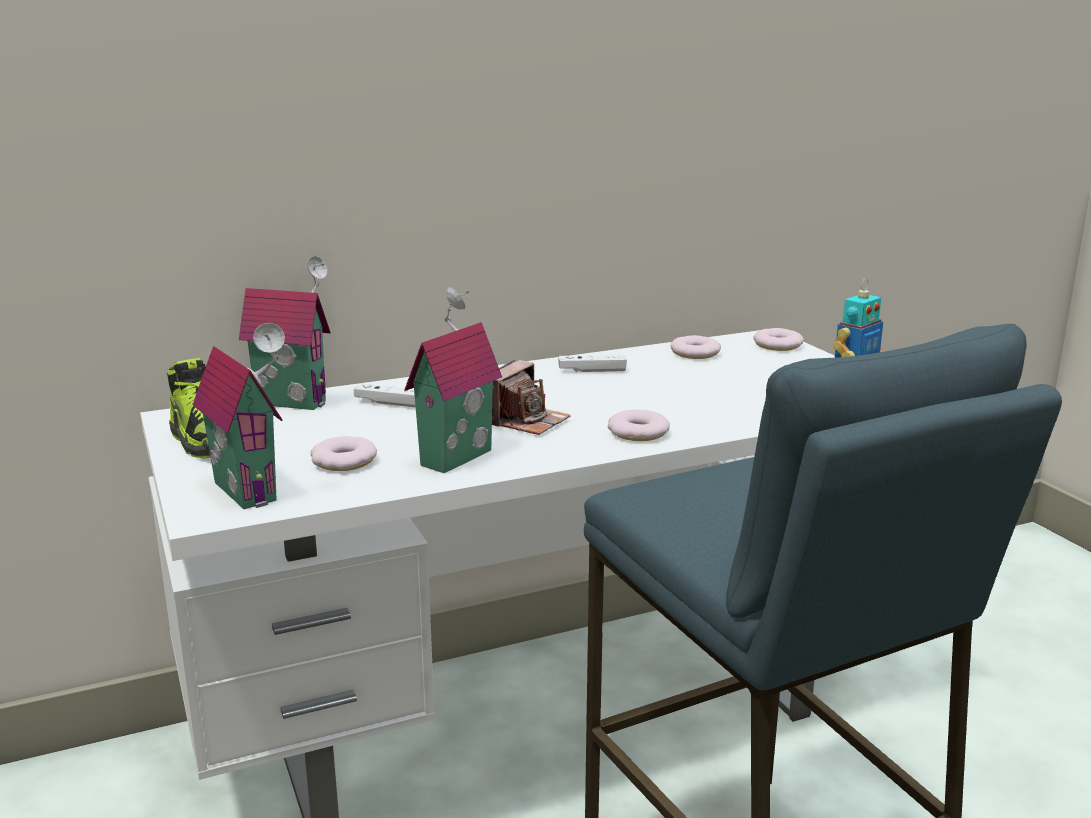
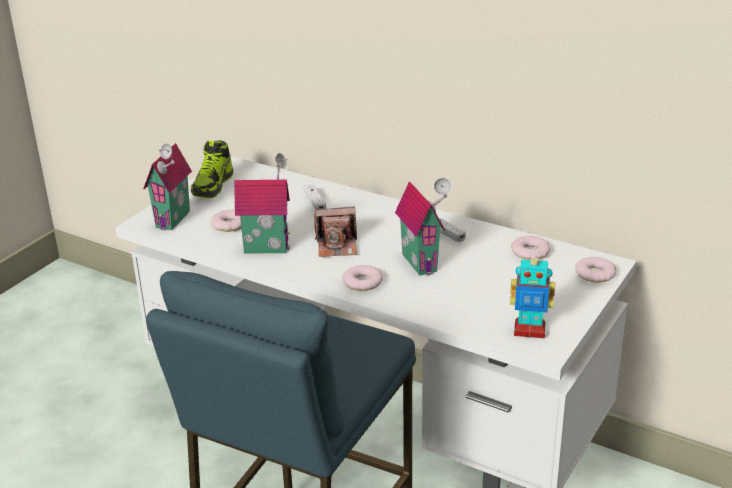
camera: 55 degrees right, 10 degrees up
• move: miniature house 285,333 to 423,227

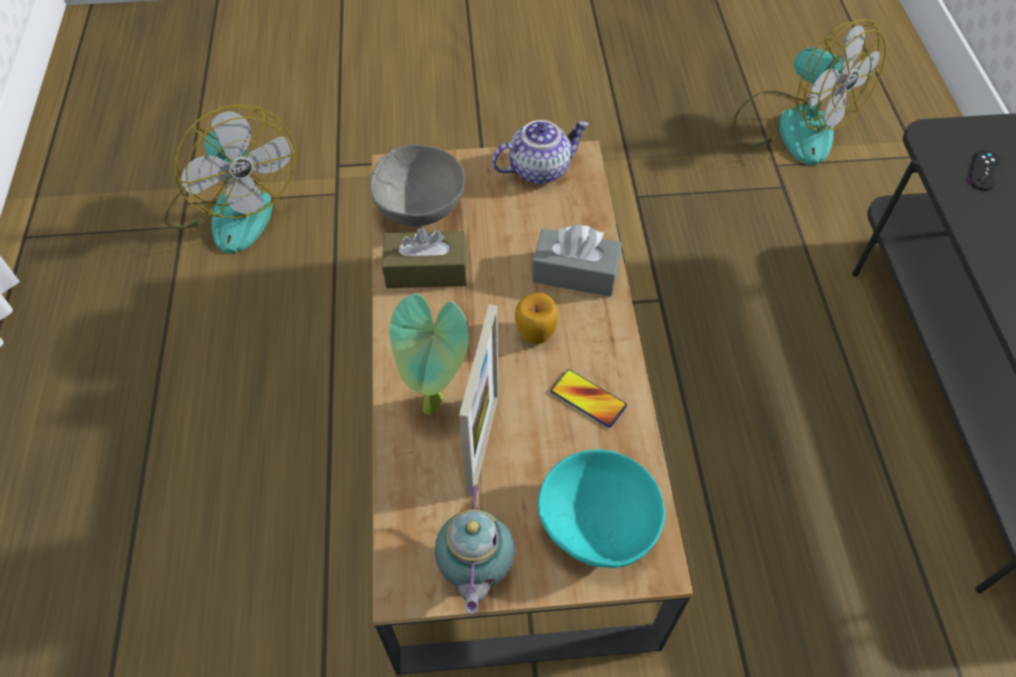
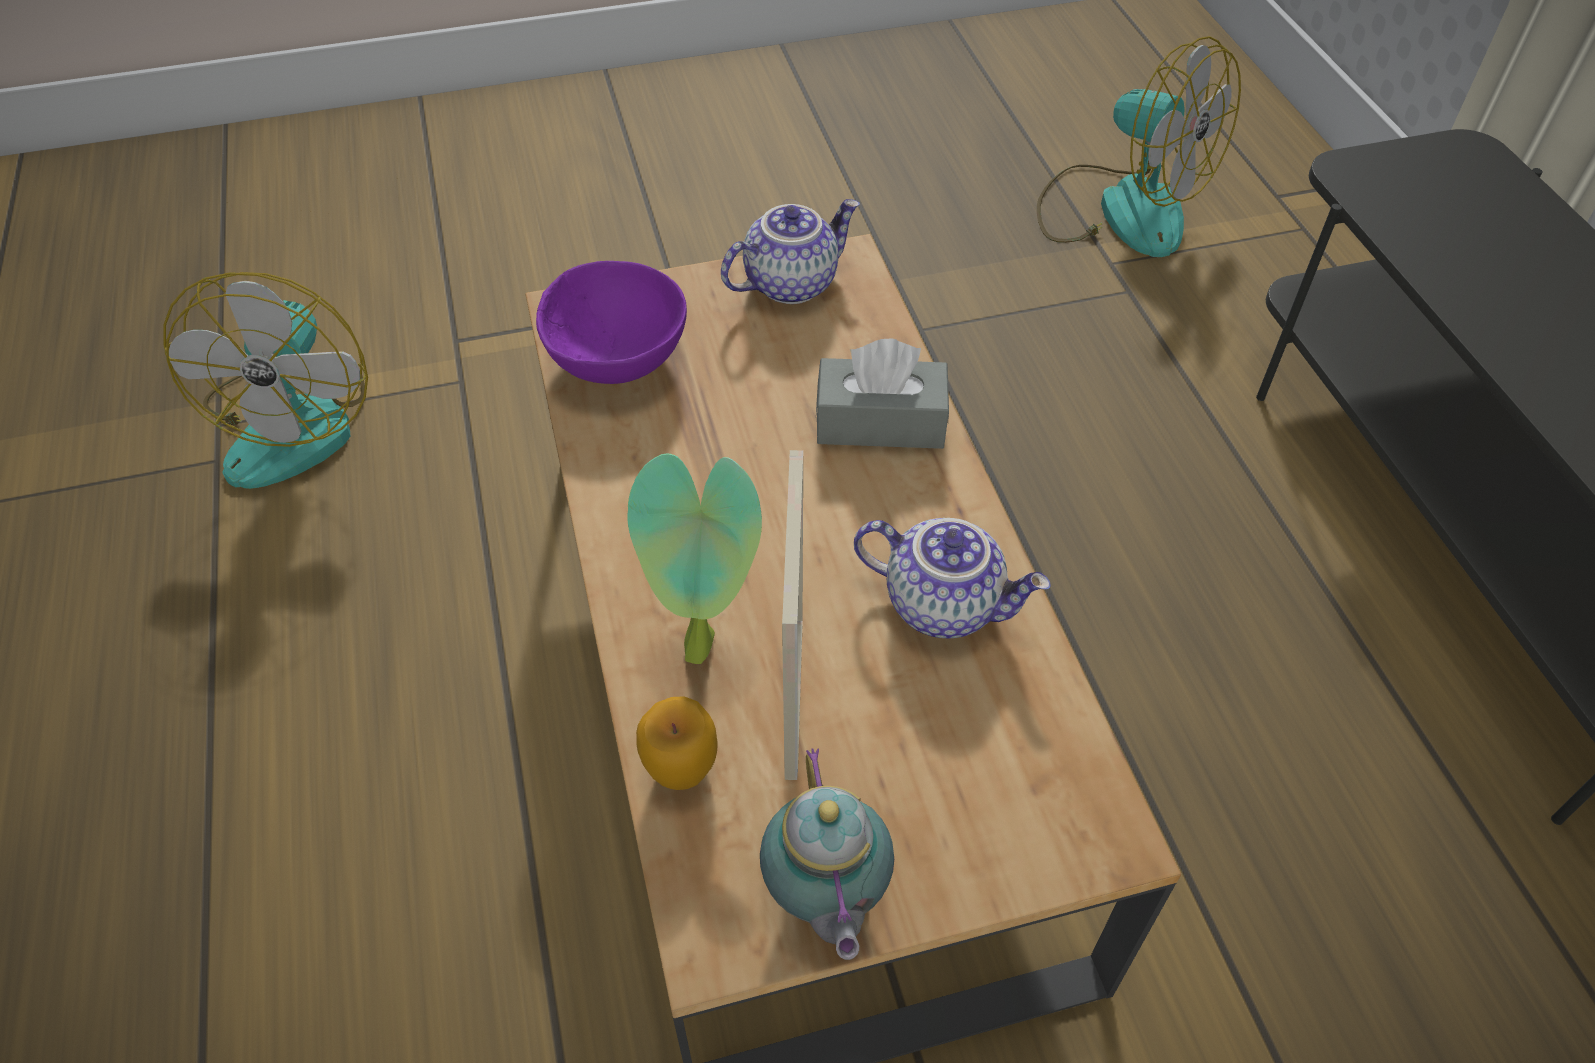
camera: 10 degrees left, 5 degrees down
• rotate: electric fan 229,179 = 265,380 45 degrees clockwise
• recolor: bowl (grey) 417,185 to bowl (purple-coloured) 611,322
• delete: tissue holder (brown) 424,257
• move: apple fruit 536,318 to 677,743
• delete: bowl (blue-green) 601,508
• replace: handset 589,398 to tea pot 952,578
• delete: game controller (black) 985,170

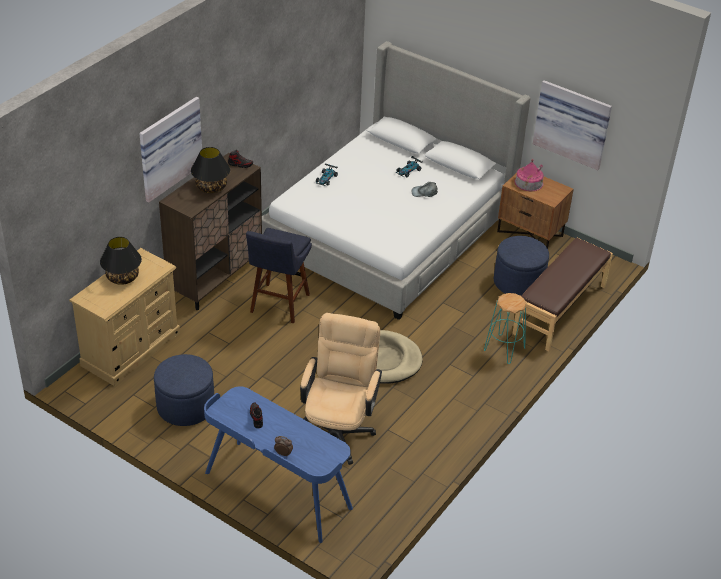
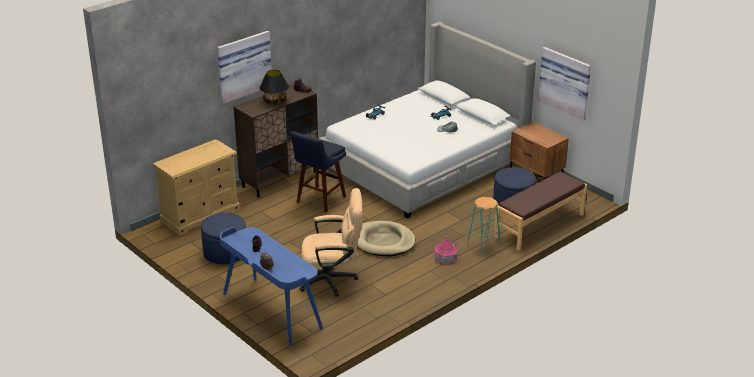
camera: 15 degrees right, 10 degrees down
• delete: tabletop lamp (black) 121,261
• rotate: computer chair (beige) 341,389 = 331,242 60 degrees clockwise
• move: miniature house 529,175 to 445,250

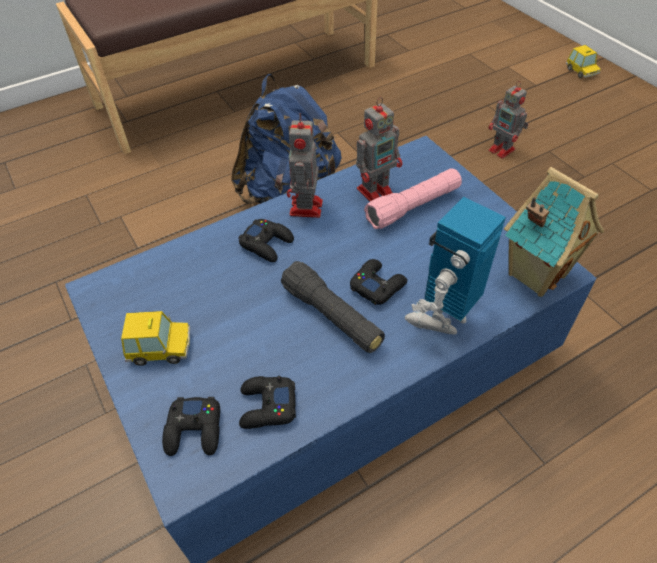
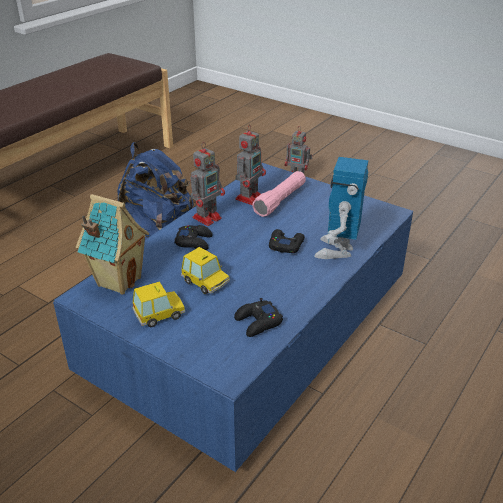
camera: 25 degrees left, 15 degrees down
• delete: game controller (black) 191,426
• delete: hand torch (black) 333,307
• rotate: robot figure 305,165 = 207,184 120 degrees counterclockwise
• move: miniature house 554,232 to 112,244
• move: miniature car 583,61 to 205,270

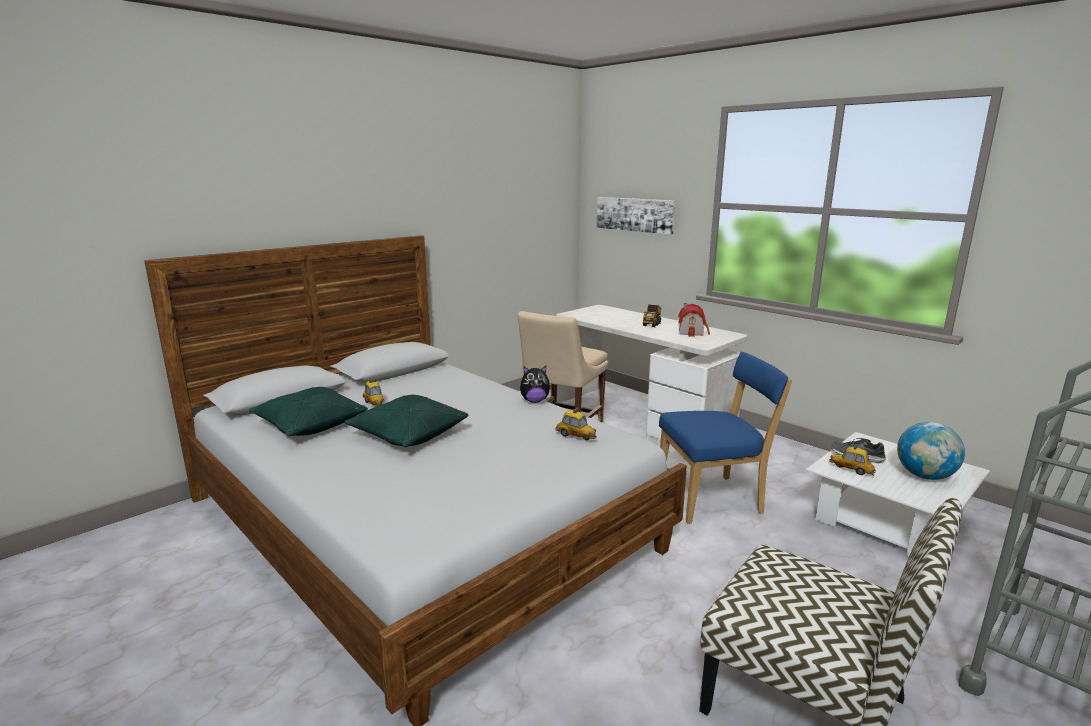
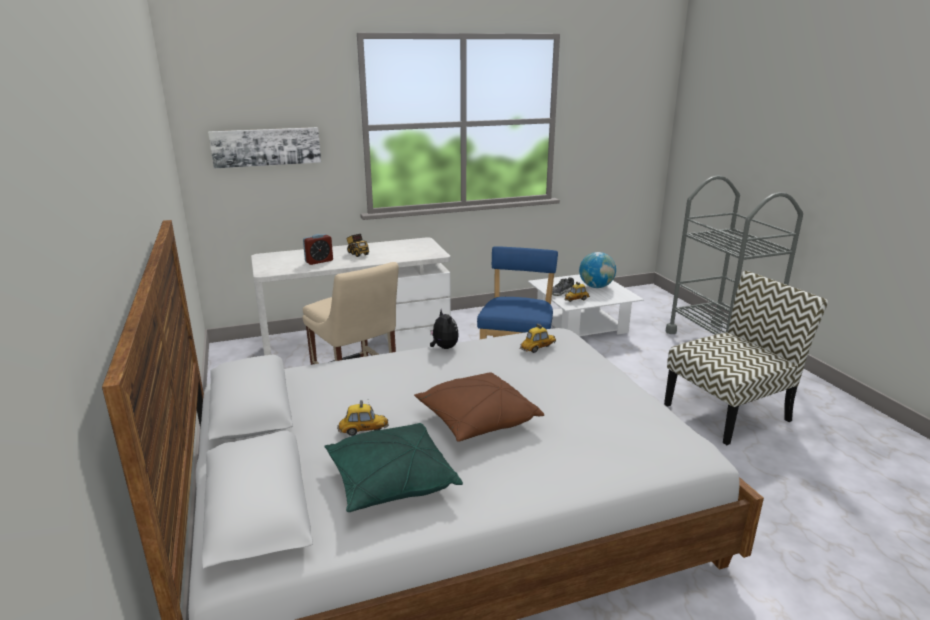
camera: 65 degrees left, 5 degrees up
• recolor: pillow (greenish) 406,421 to pillow (brown) 479,407
• rotate: plush toy 535,384 = 444,329 45 degrees counterclockwise
• delete: miniature house 694,320
• insert: bedside clock 318,249

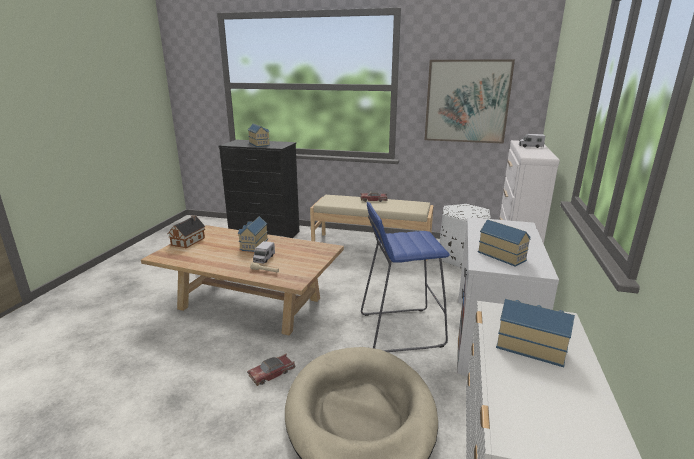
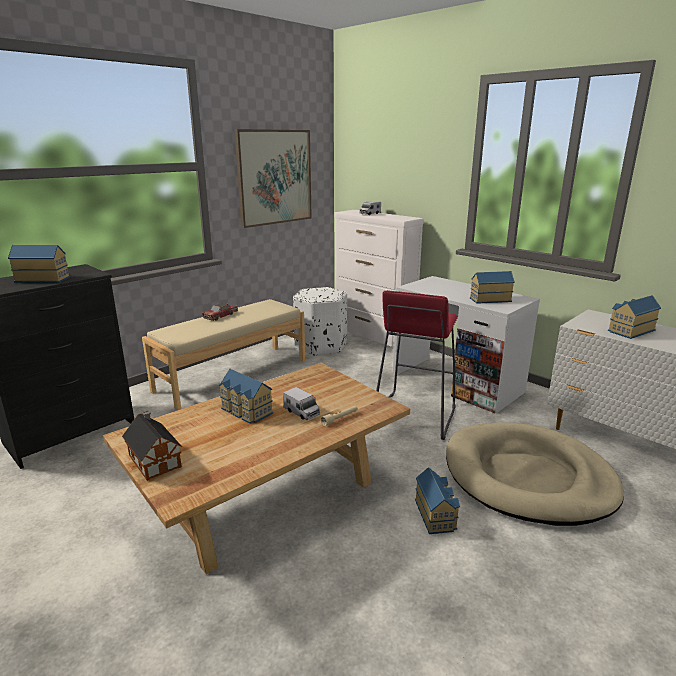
camera: 60 degrees left, 0 degrees up
• replace: miniature car 271,369 to miniature house 437,500
• recolor: stool seat (blue-coloured) 405,277 to stool seat (red-coloured) 417,365

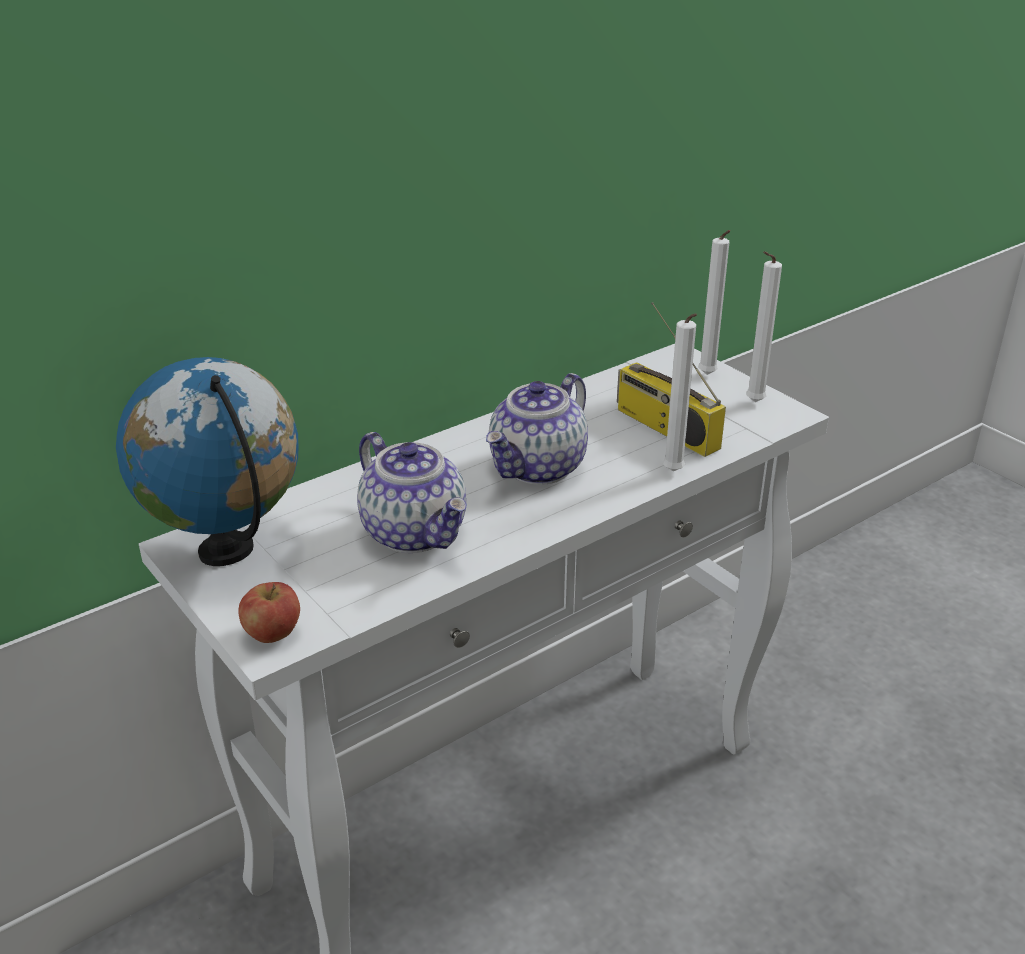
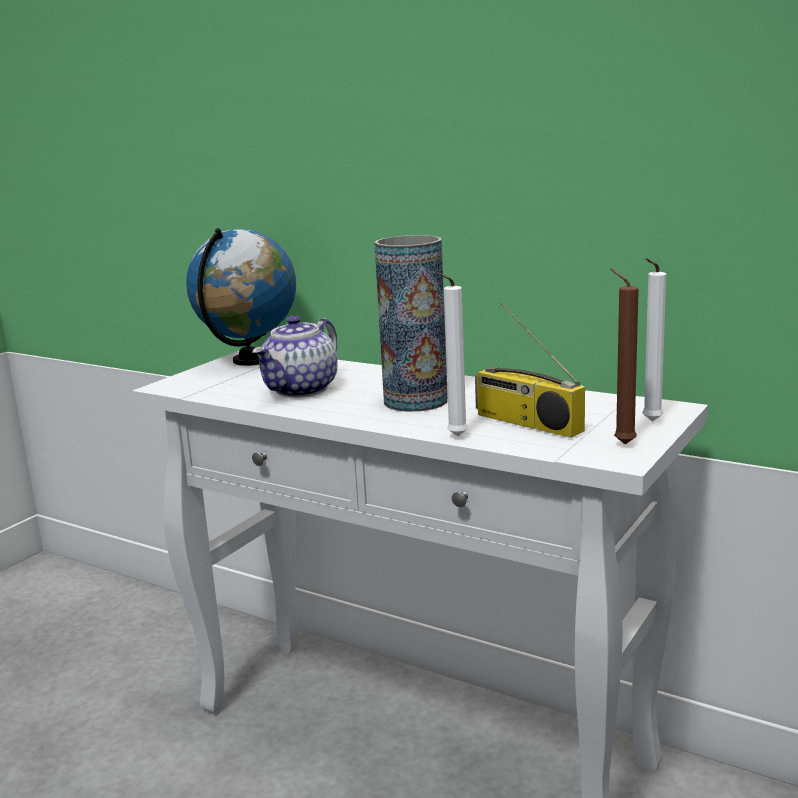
camera: 70 degrees right, 15 degrees down
• delete: apple fruit 269,612
• replace: tea pot 537,429 to flower vase 411,323
• rotate: radio 671,379 = 530,370 75 degrees counterclockwise
• recolor: wax candle (white) 764,326 to wax candle (brown) 624,356

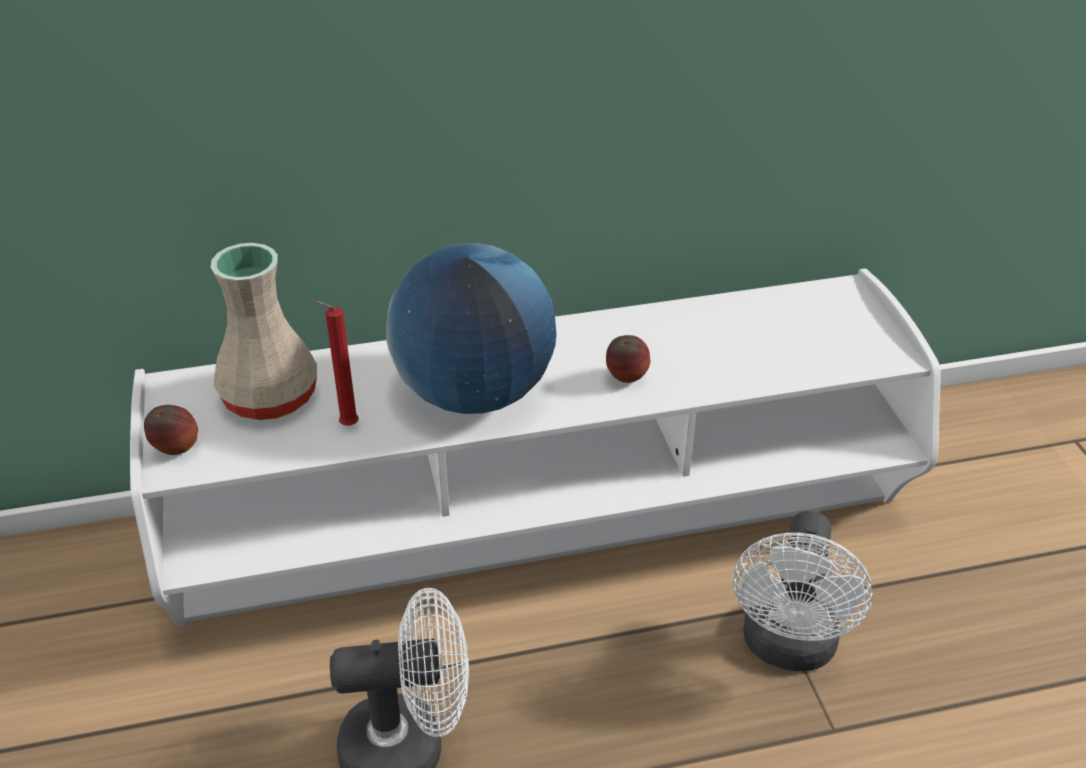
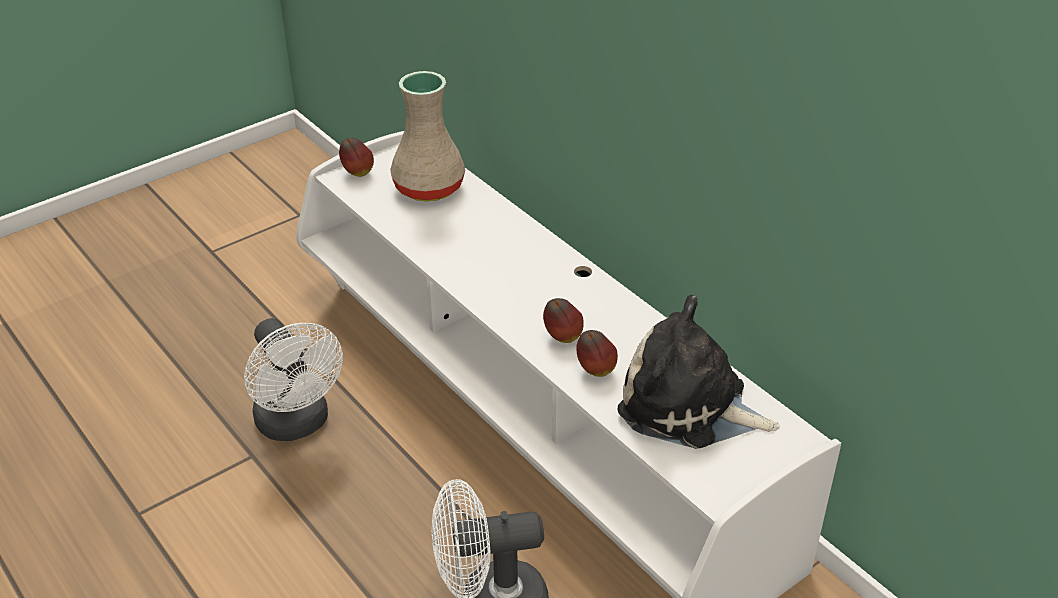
camera: 65 degrees right, 0 degrees up
• delete: wax candle (red-coloured) 336,363
• delete: desk globe 471,328
• insert: apple fruit 597,353
• insert: plush toy 699,372

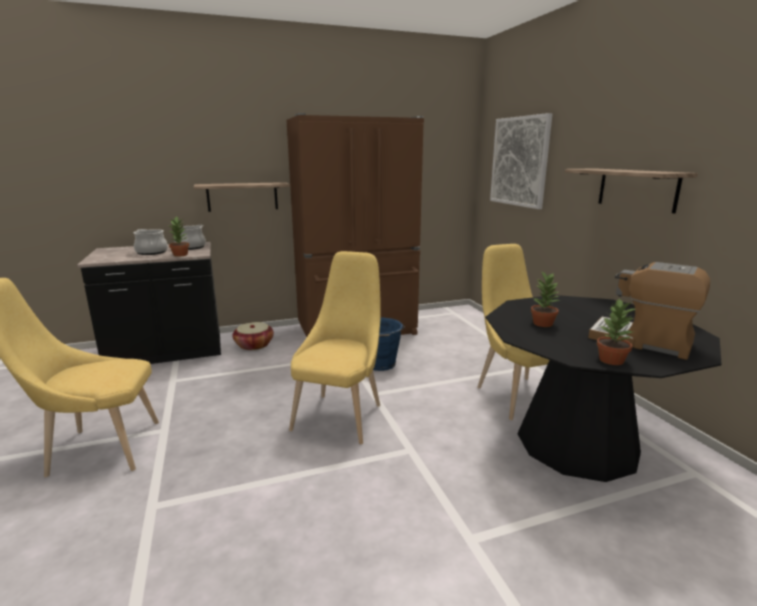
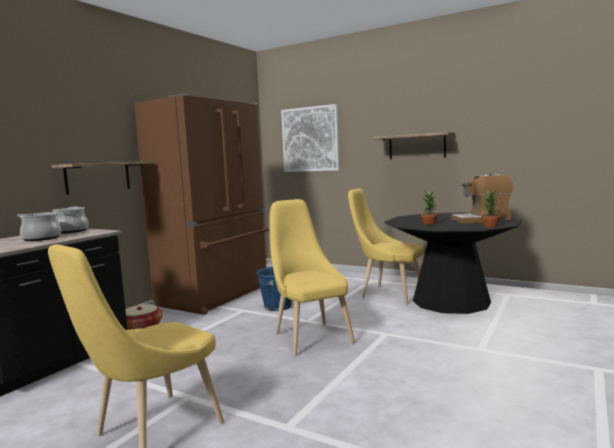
camera: 40 degrees left, 10 degrees down
• delete: potted plant 179,237

